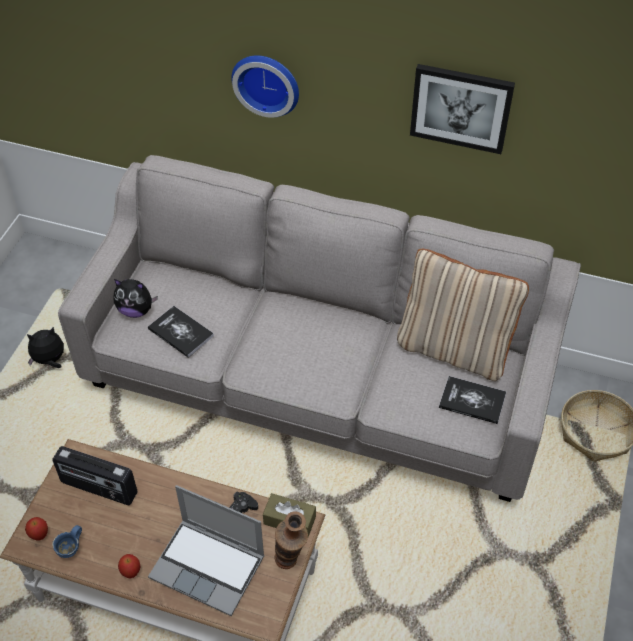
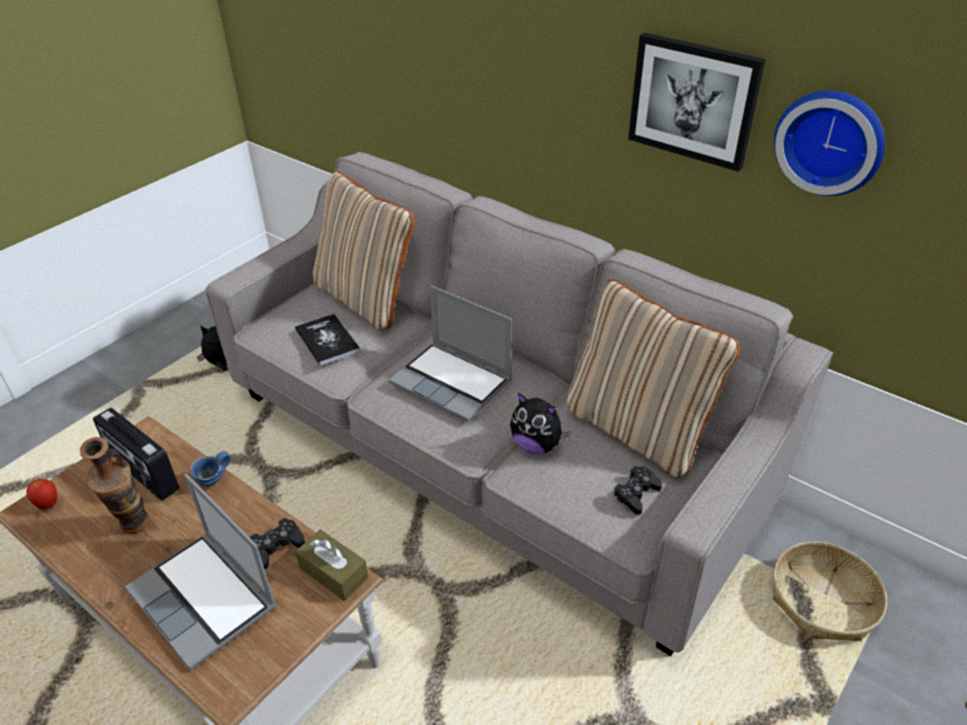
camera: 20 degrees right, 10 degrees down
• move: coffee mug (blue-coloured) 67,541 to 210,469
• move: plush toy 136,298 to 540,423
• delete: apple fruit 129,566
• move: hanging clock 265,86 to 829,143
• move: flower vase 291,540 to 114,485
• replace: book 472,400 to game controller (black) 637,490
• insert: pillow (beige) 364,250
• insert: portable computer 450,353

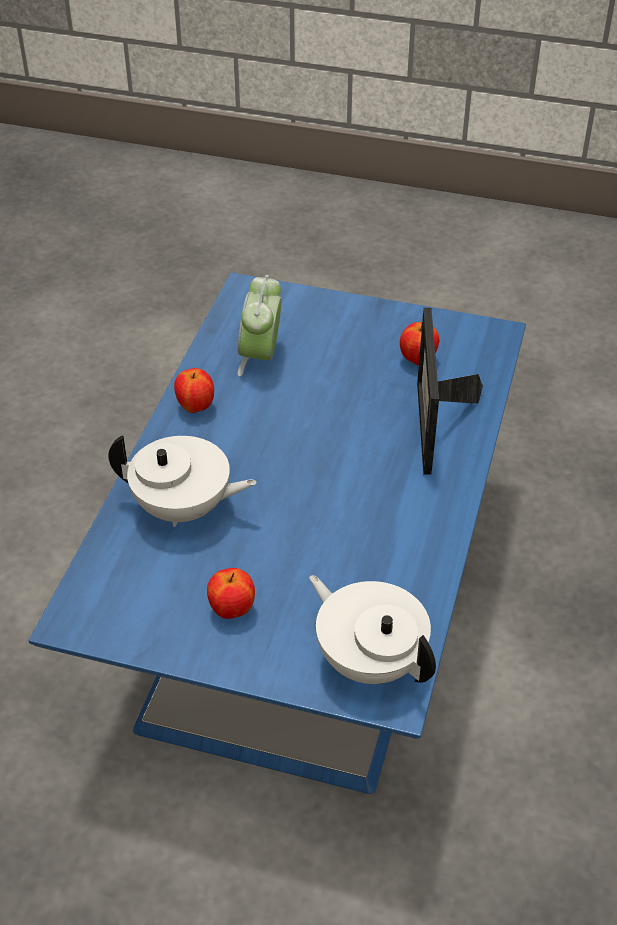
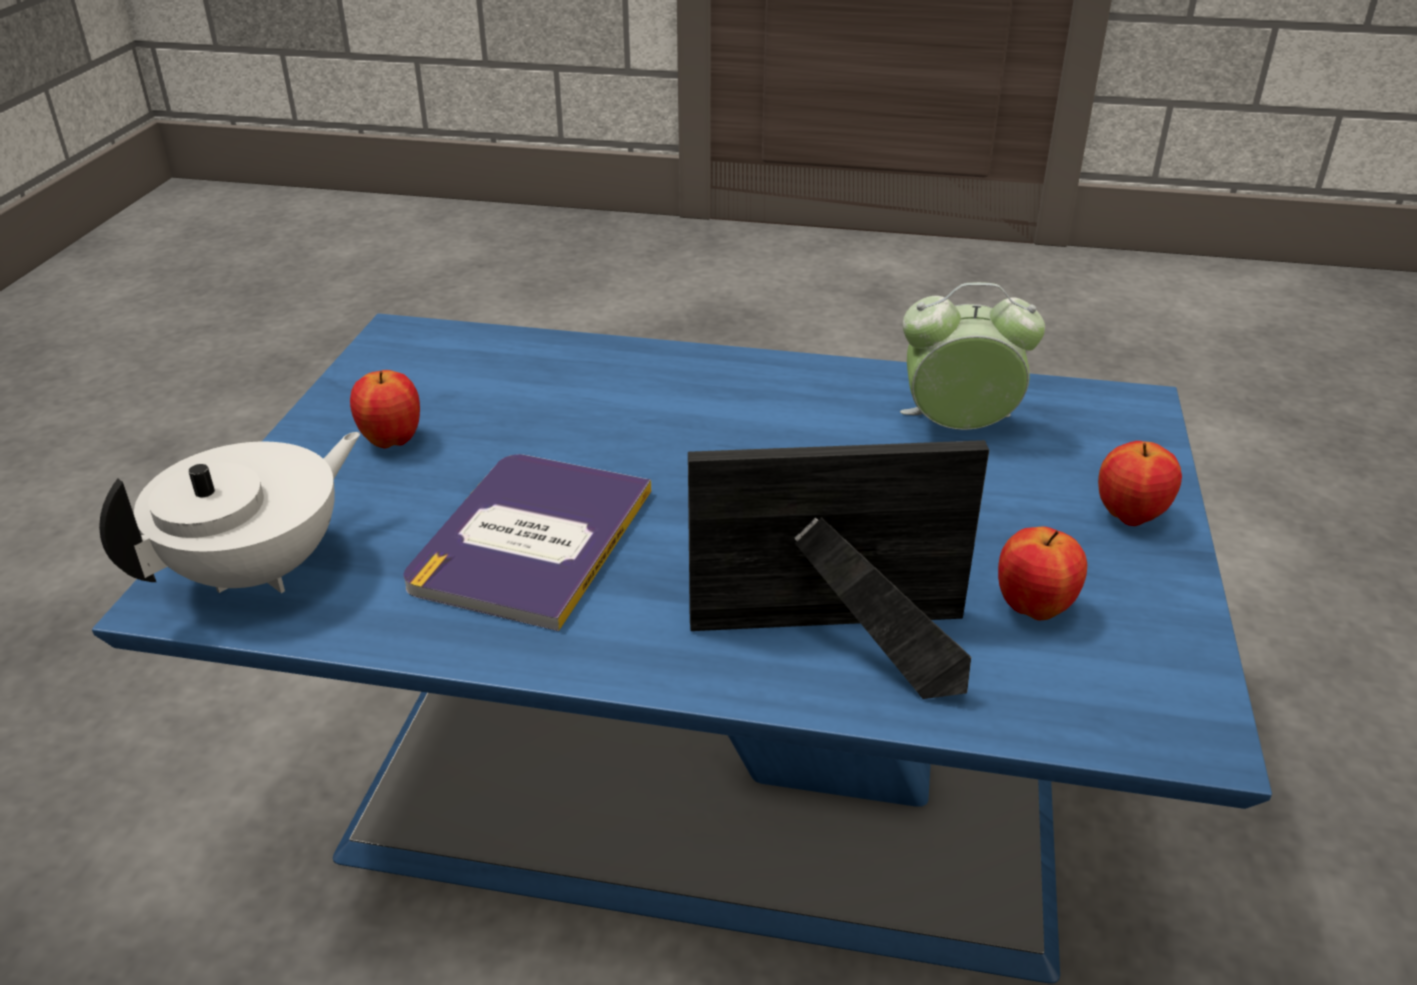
camera: 85 degrees right, 10 degrees down
• delete: tea pot (white) 182,481
• move: apple fruit 194,390 to 1140,483
• insert: book 527,542

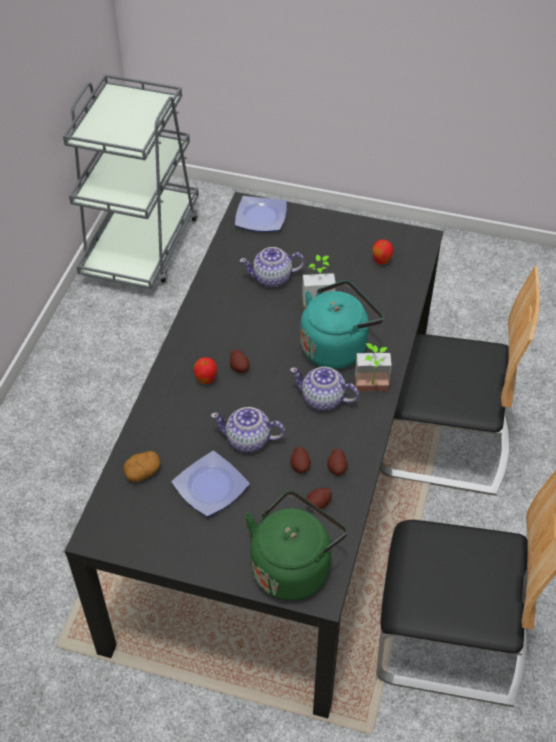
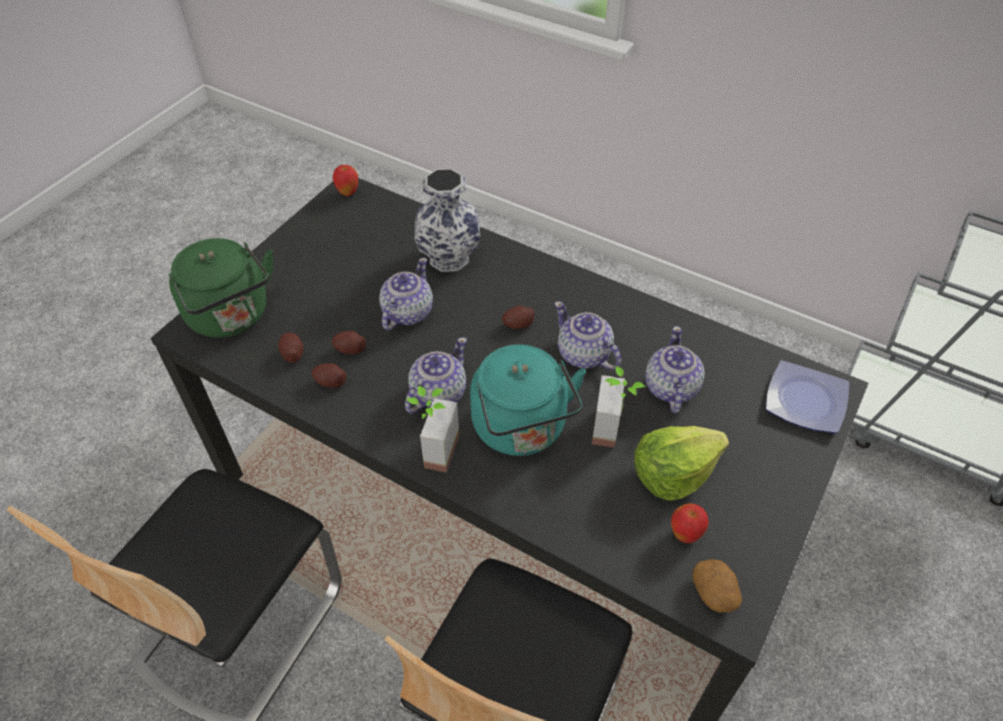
camera: 105 degrees right, 0 degrees up
• move: whole potato 142,466 to 717,586
• delete: plate 211,484
• move: apple fruit 205,370 to 345,180
• insert: flower vase 447,220
• insert: tea pot 587,335
• insert: head of lettuce 681,463

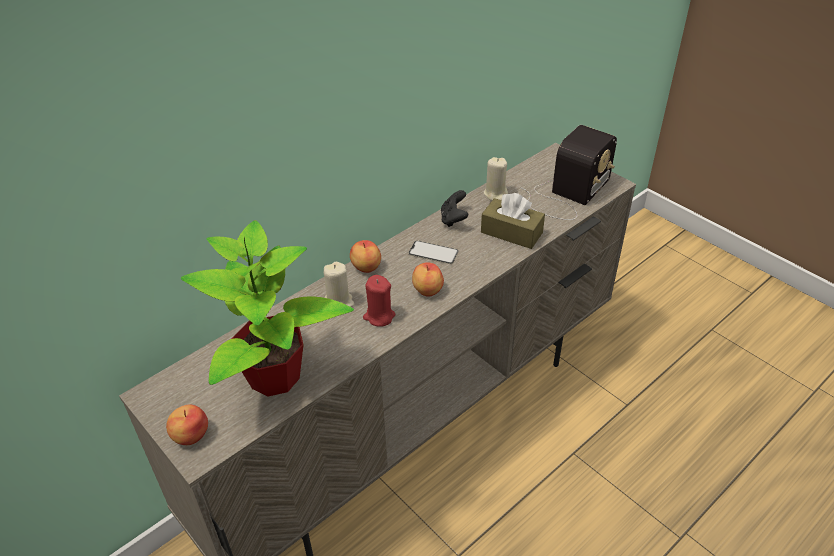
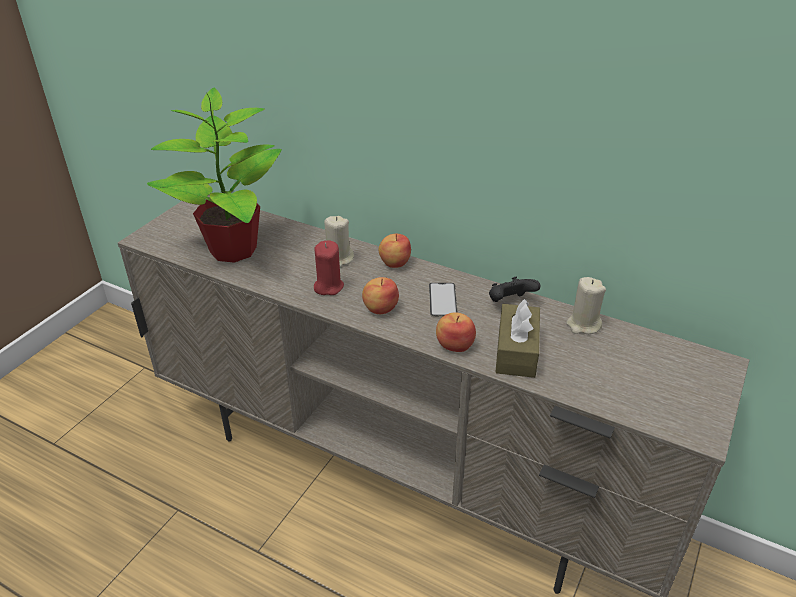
camera: 70 degrees right, 5 degrees down
• move: apple fruit 187,425 to 456,332
• delete: radio 568,172

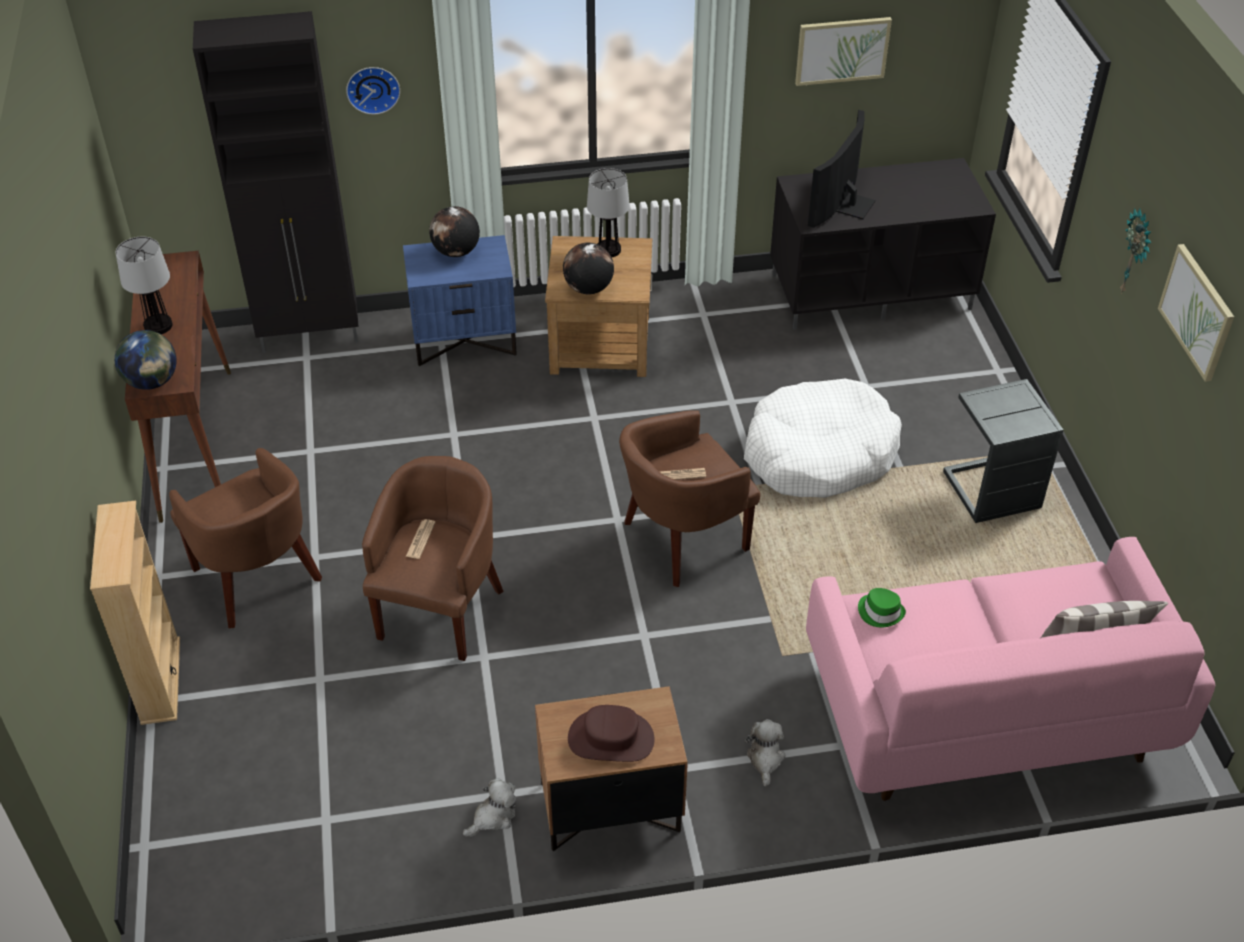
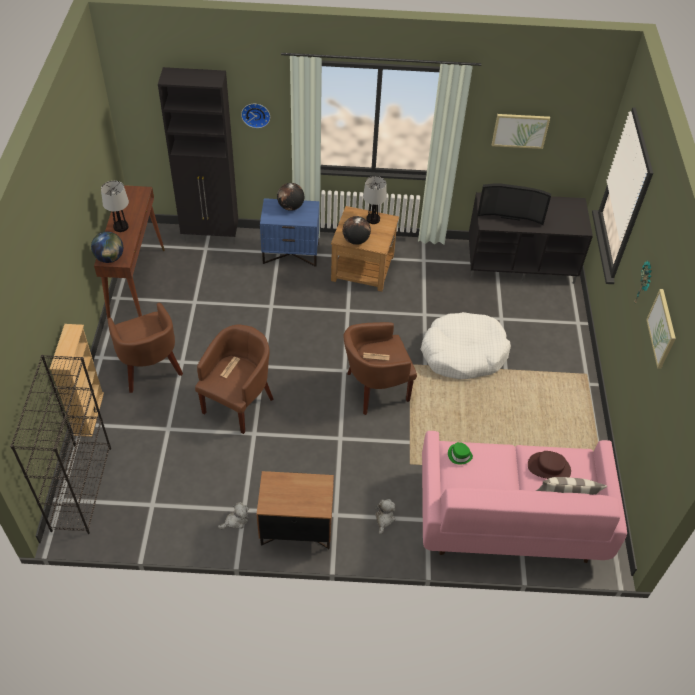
camera: 10 degrees right, 5 degrees up
• move: clothing hat (brown) 611,733 to 549,465
• rotate: TV 842,169 = 514,204 120 degrees counterclockwise
• delete: end table (grey) 1003,451
• insert: shelving unit (black) 60,444

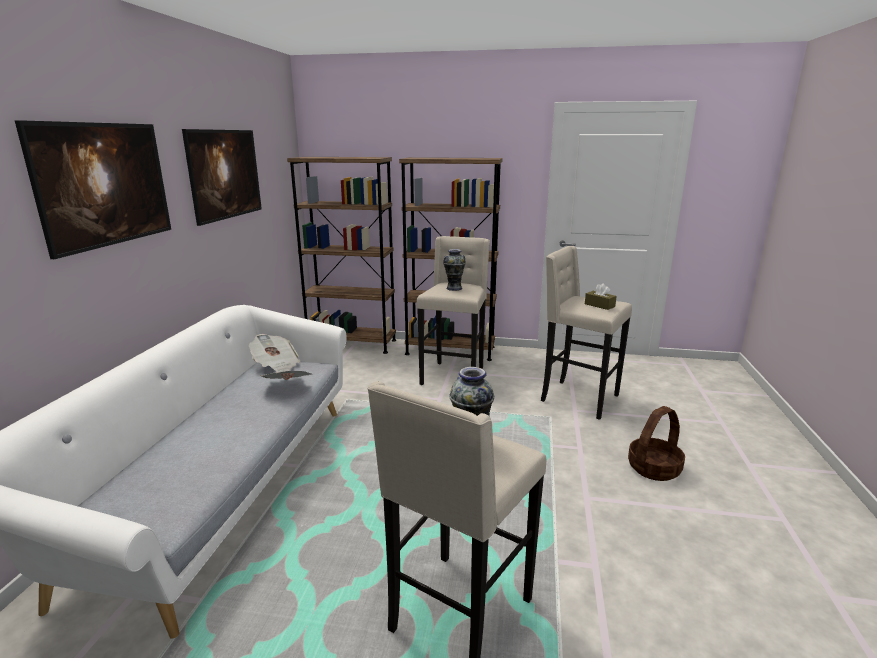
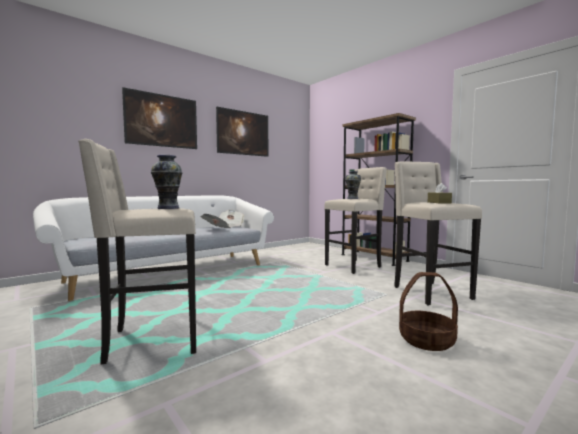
camera: 40 degrees right, 15 degrees down
• delete: shelving unit (brown) 341,255

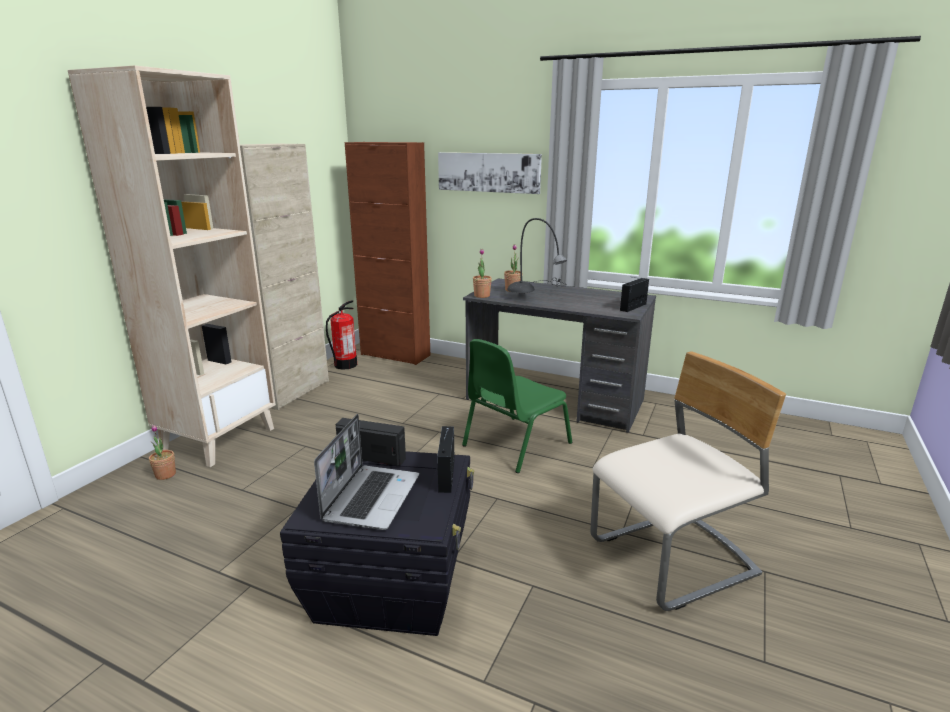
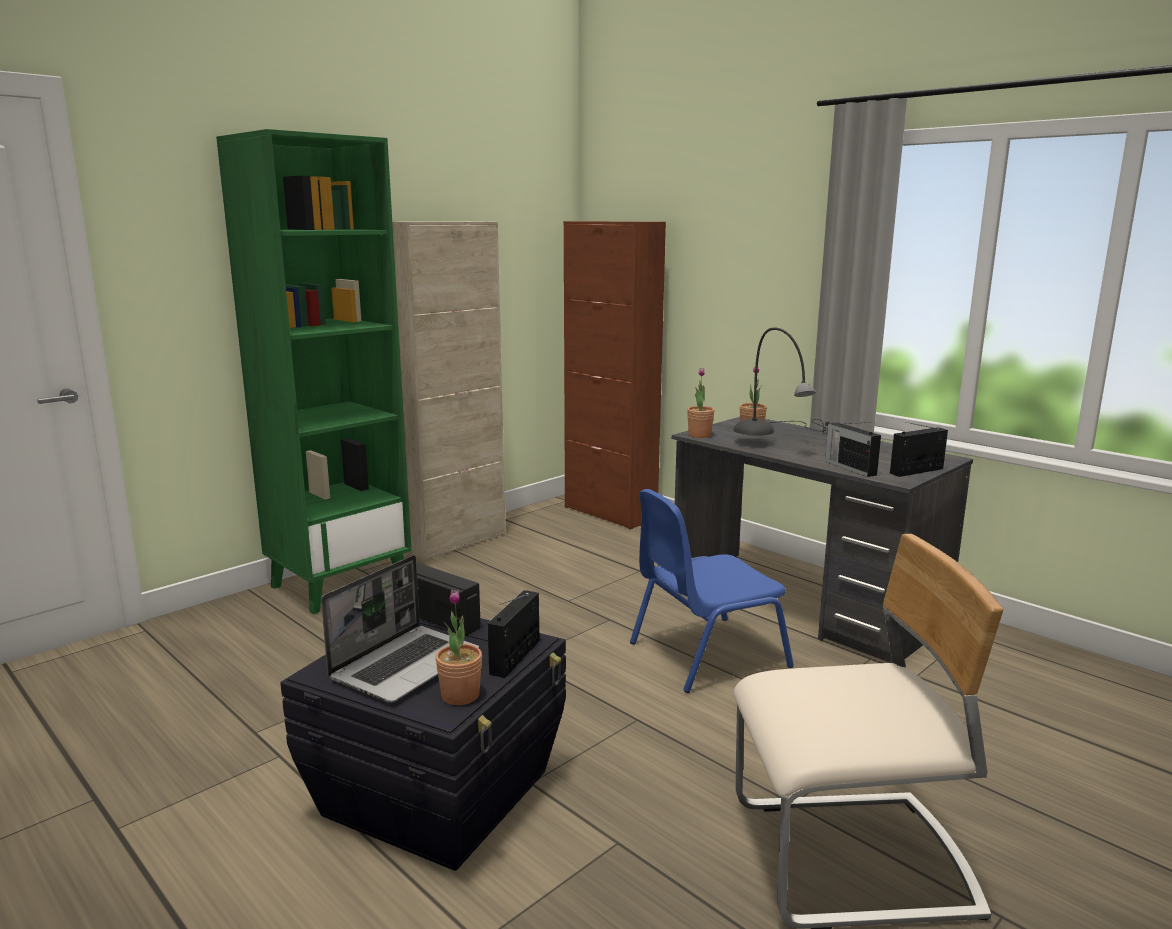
camera: 20 degrees right, 5 degrees down
• recolor: shelving unit (beige) 172,266 to shelving unit (greenish) 313,371
• move: potted plant 162,452 to 458,647
• delete: fire extinguisher 341,335
• delete: wall art 490,173
• recolor: upright chair (greenish) 517,406 to upright chair (blue-coloured) 712,591
• insert: radio 853,449

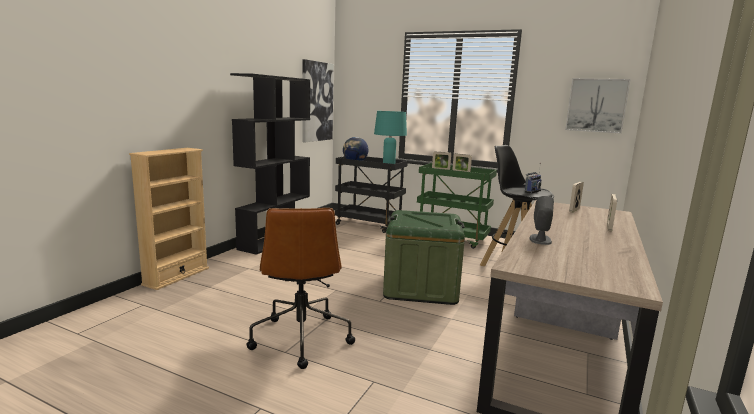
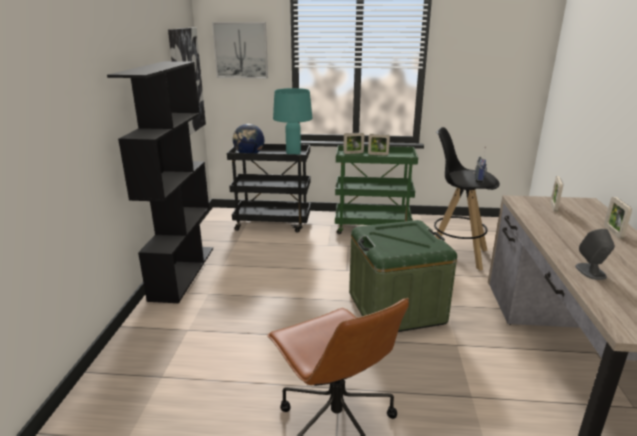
camera: 20 degrees left, 10 degrees up
• delete: shelving unit (beige) 169,219
• move: wall art 598,105 to 240,50

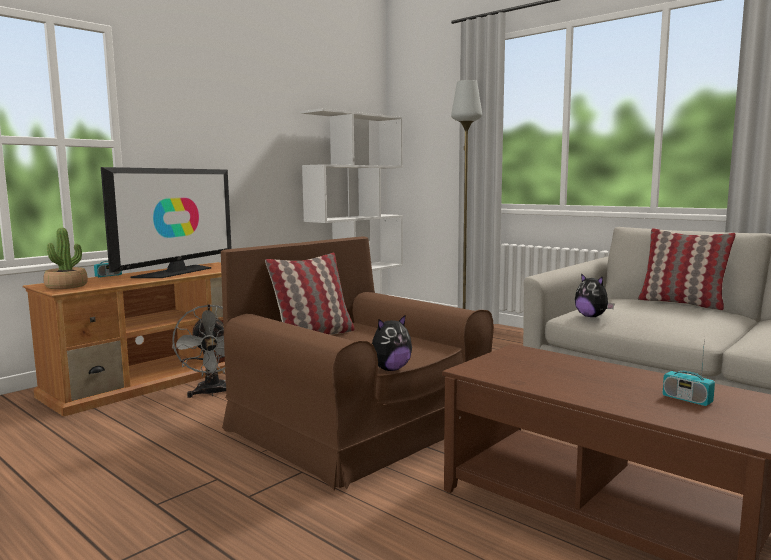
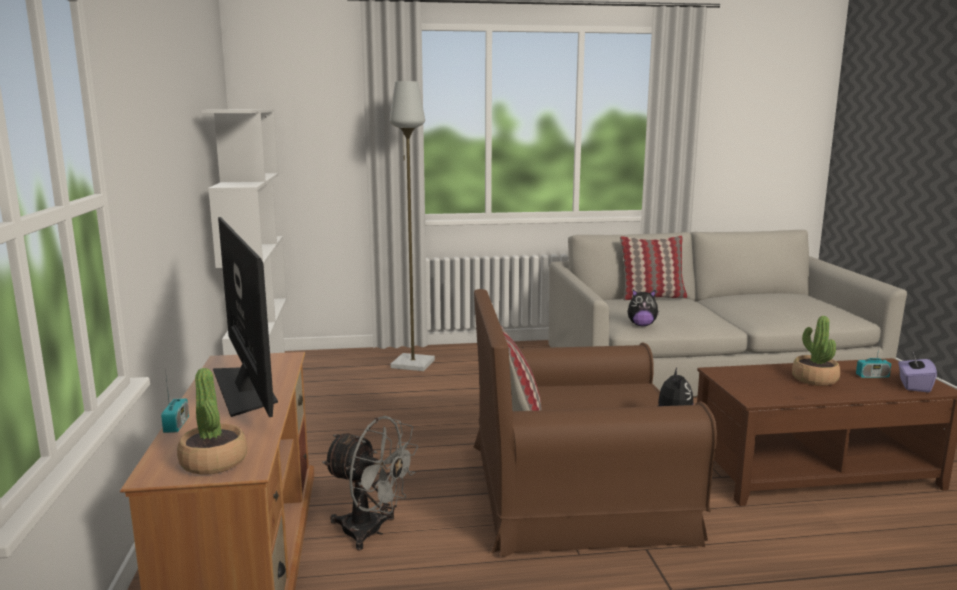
camera: 50 degrees left, 5 degrees up
• insert: potted plant 816,351
• insert: tissue holder (purple-coloured) 917,374

